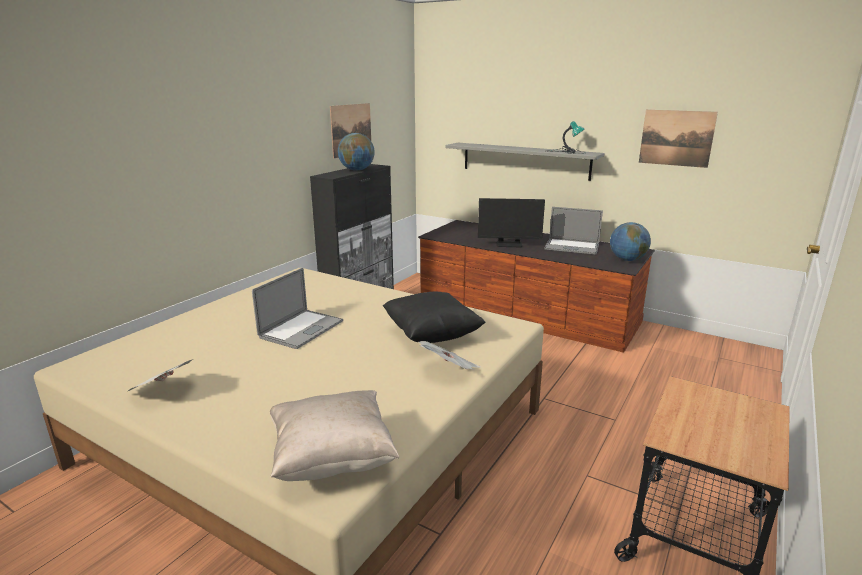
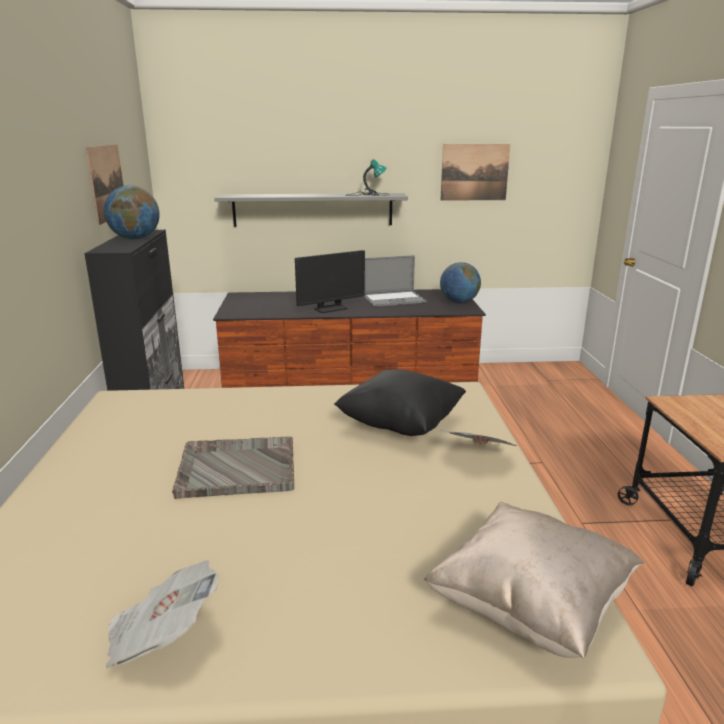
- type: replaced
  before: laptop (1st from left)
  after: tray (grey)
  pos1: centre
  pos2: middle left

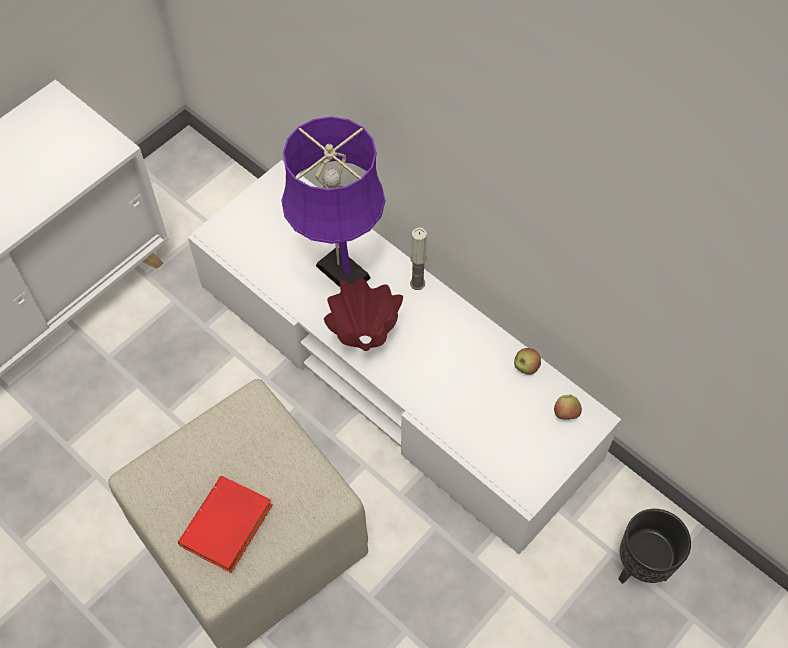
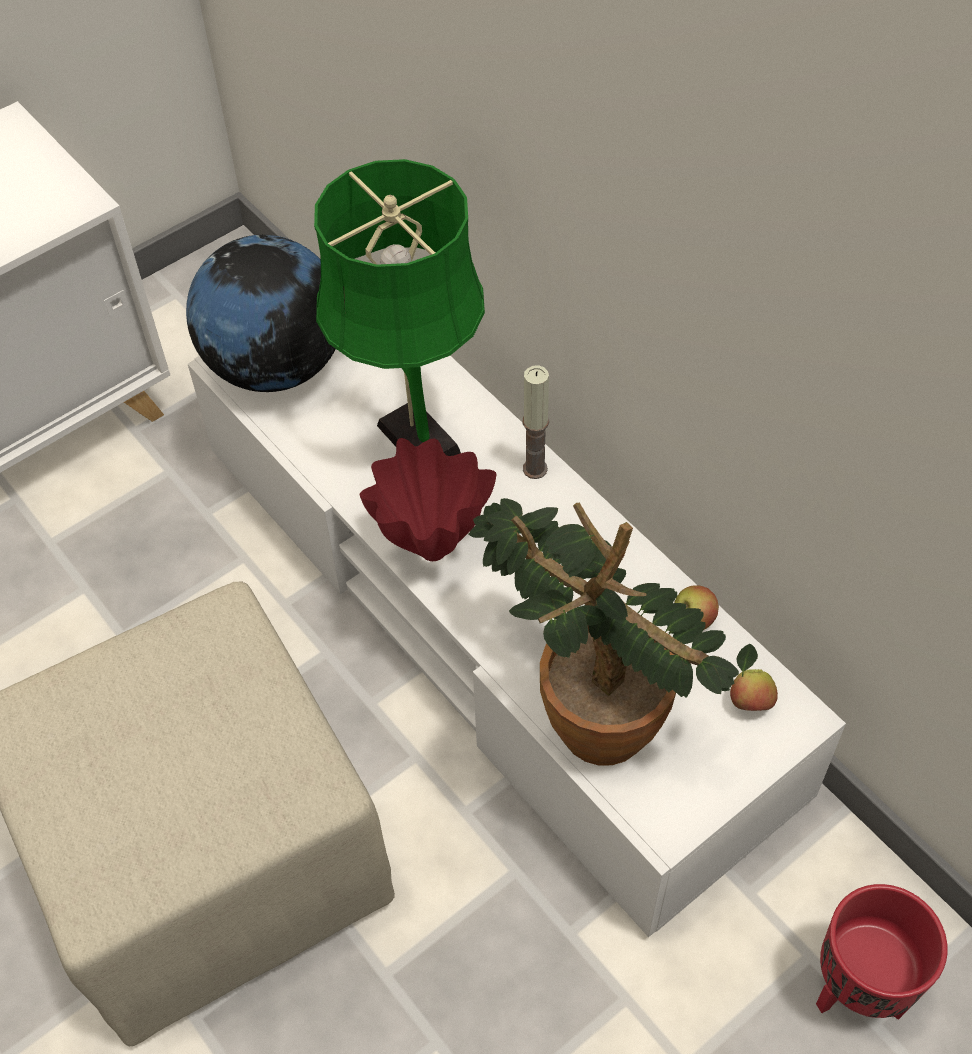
- type: removed
  before: book (red)
  pos1: bottom left
- type: added
  after: globe
  pos2: top left
- type: added
  after: potted plant
  pos2: centre
- type: recoloured
  before: table lamp (purple)
  after: table lamp (green)
  pos1: top centre
  pos2: top centre
- type: recoloured
  before: planter (black)
  after: planter (red)
  pos1: bottom right
  pos2: bottom right

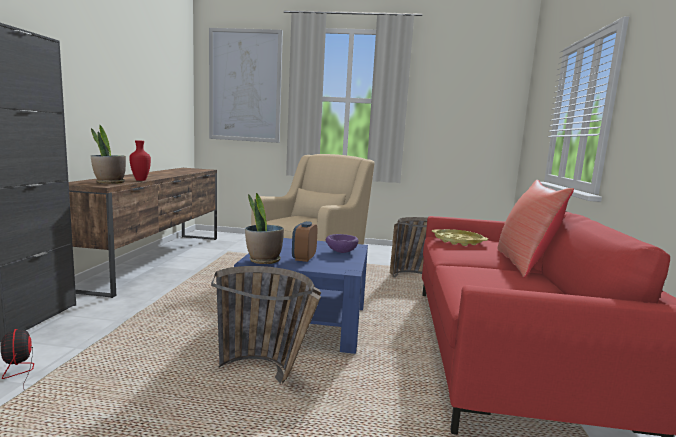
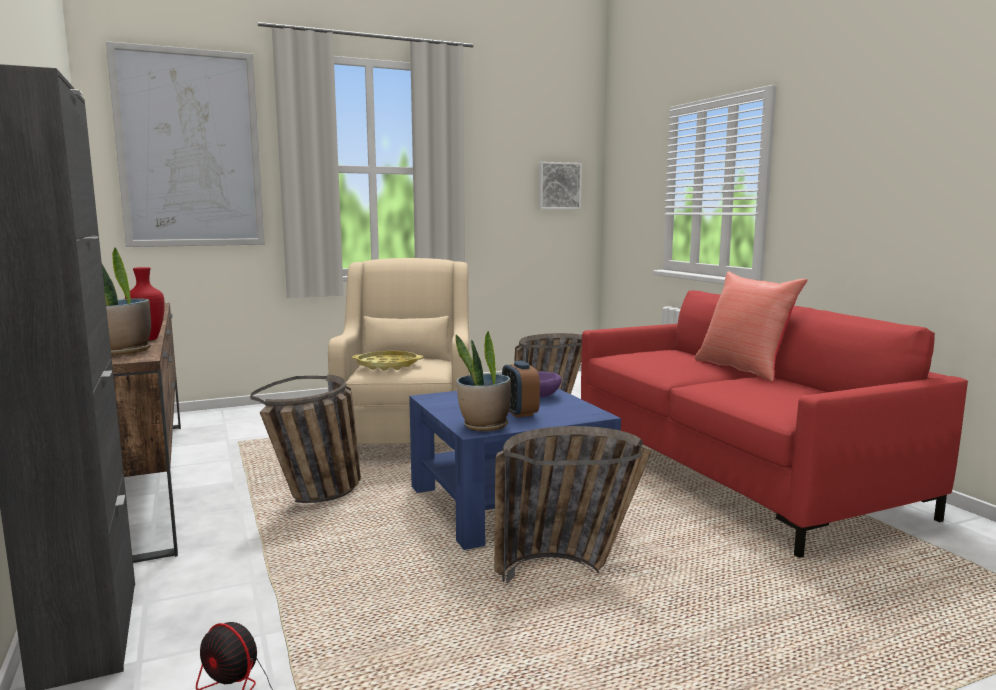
- type: added
  after: basket (1st from left)
  pos2: middle left
- type: added
  after: picture (2nd from left)
  pos2: top centre
- type: moved
  before: tray (yellow)
  pos1: middle right
  pos2: centre

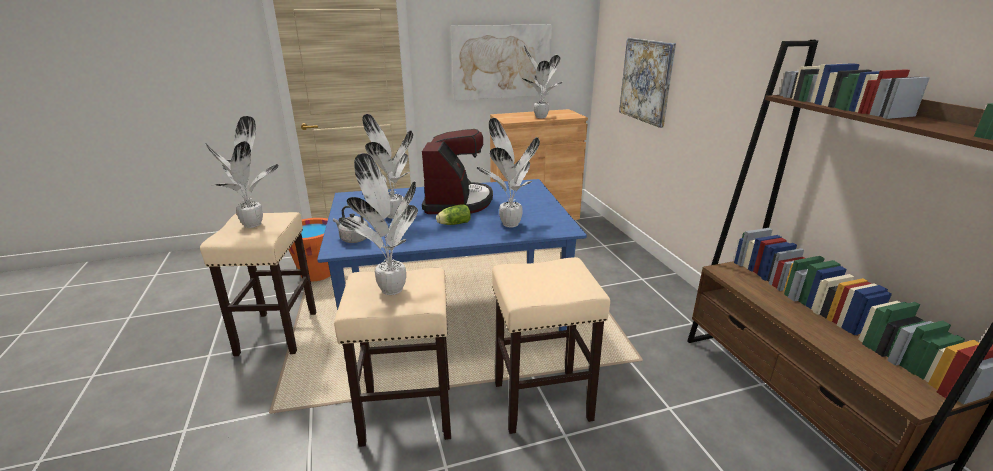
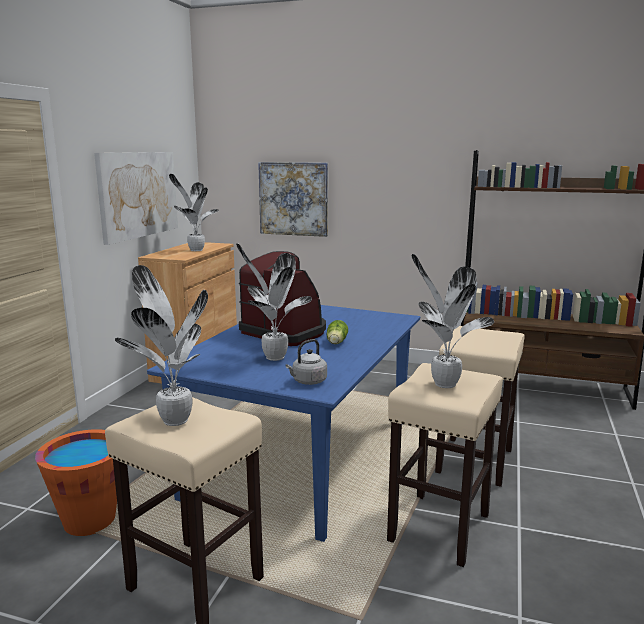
- type: removed
  before: potted plant (4th from left)
  pos1: centre

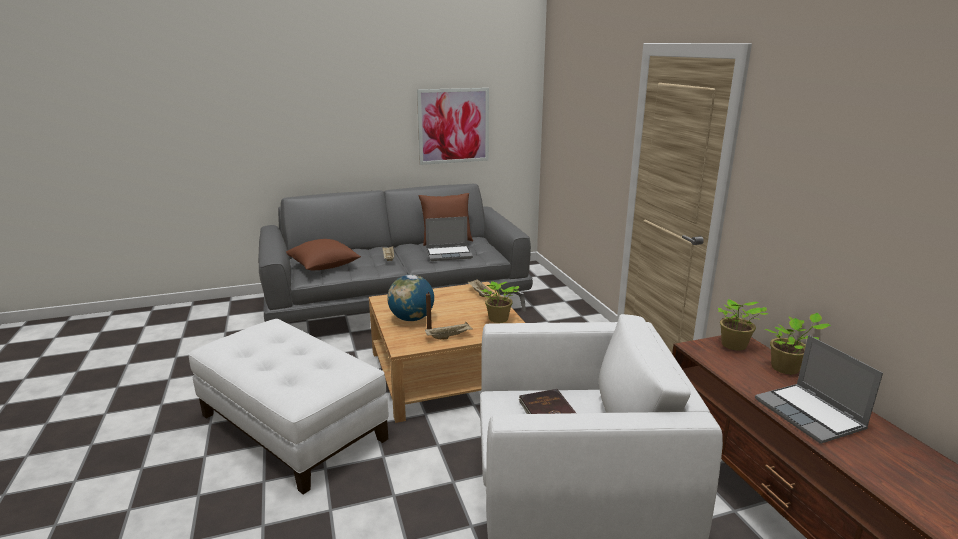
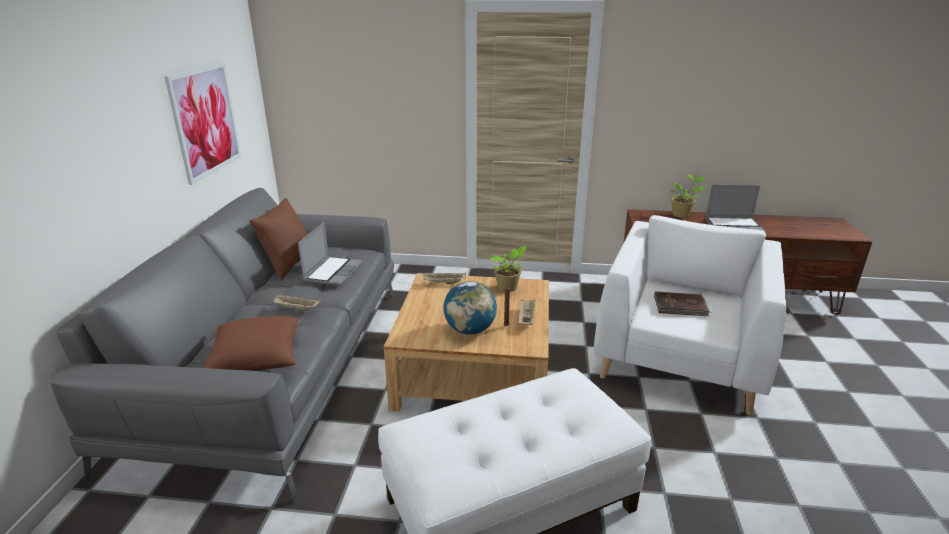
- type: removed
  before: potted plant (2nd from left)
  pos1: middle right

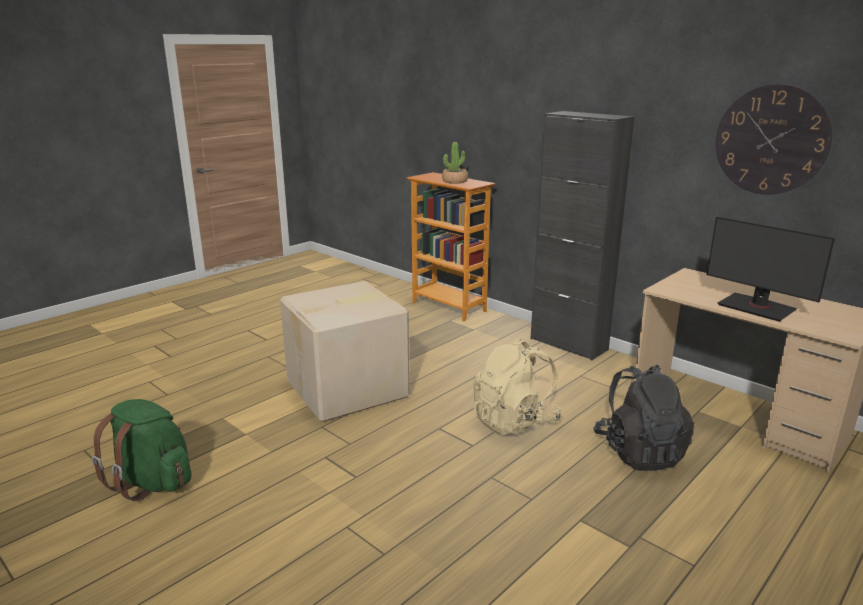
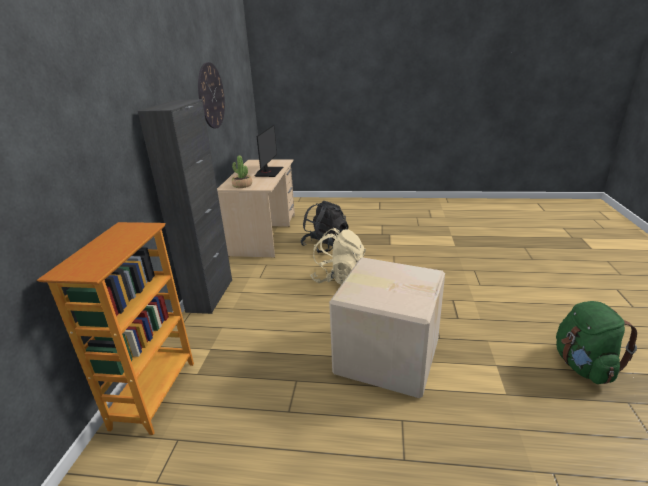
- type: moved
  before: potted plant
  pos1: top centre
  pos2: centre

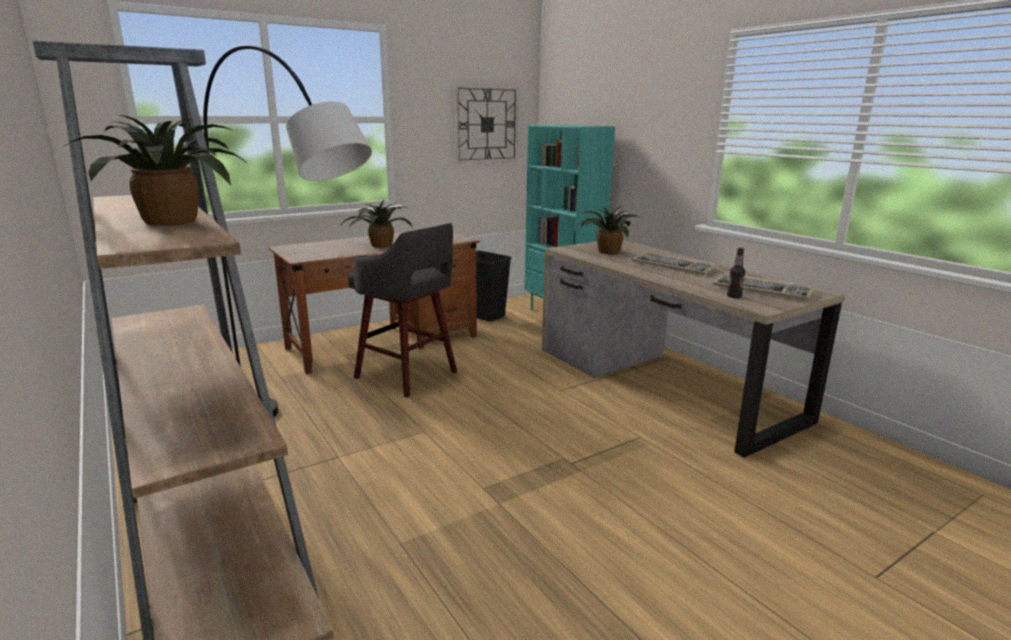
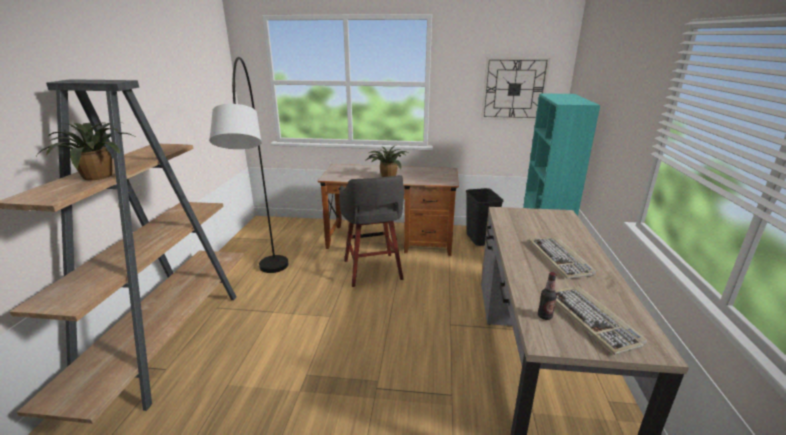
- type: removed
  before: potted plant (3rd from left)
  pos1: centre

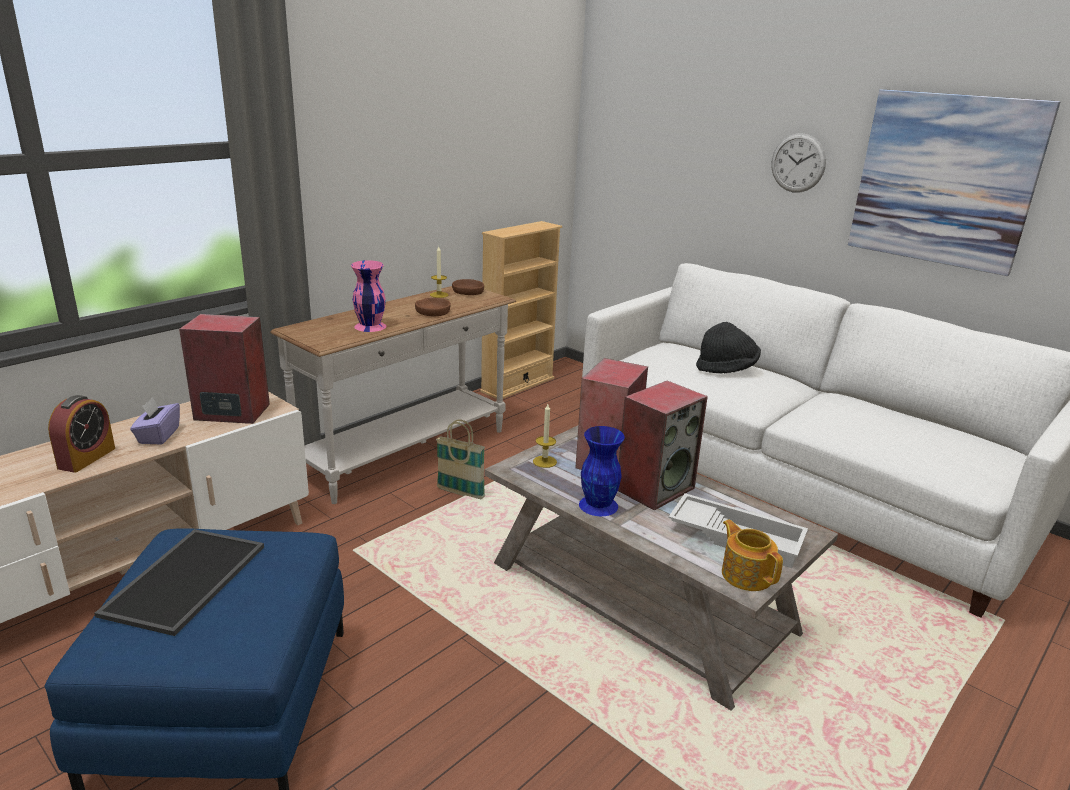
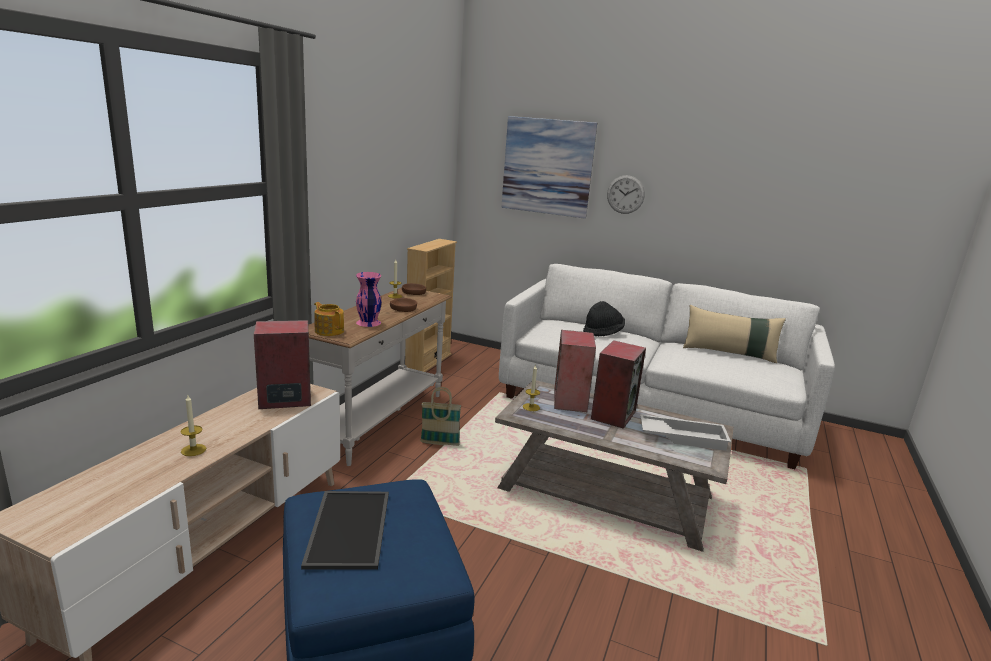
- type: removed
  before: tissue box (purple)
  pos1: middle left
- type: removed
  before: vase (blue)
  pos1: centre
- type: added
  after: pillow (beige)
  pos2: middle right
- type: moved
  before: teapot
  pos1: bottom right
  pos2: middle left
- type: moved
  before: picture
  pos1: top right
  pos2: top centre
- type: replaced
  before: alarm clock
  after: candle (1st from left)
  pos1: middle left
  pos2: middle left

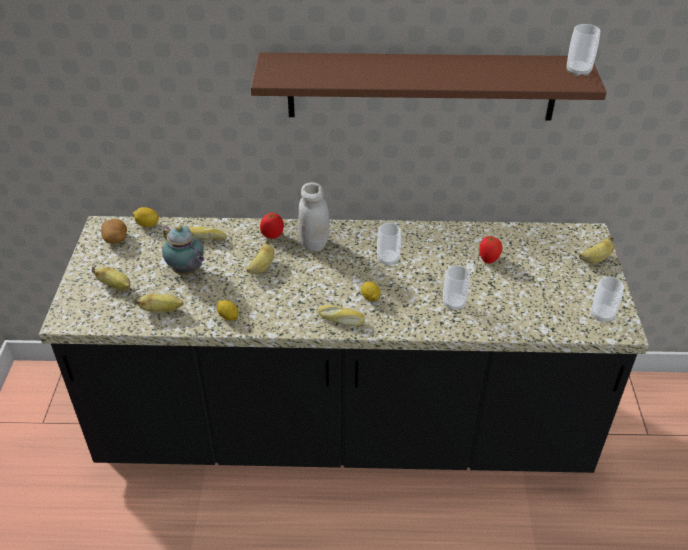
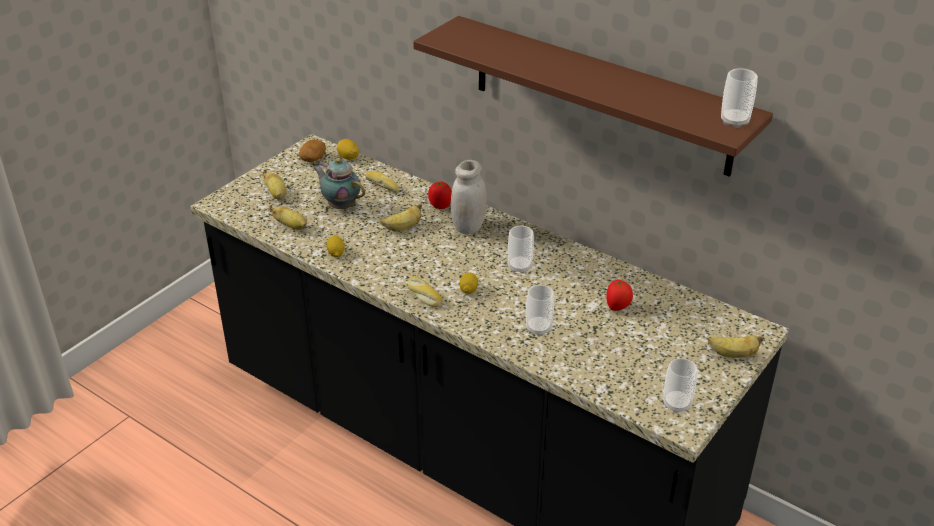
- type: turned
  before: teapot
  pos1: middle left
  pos2: centre
  turn: 135

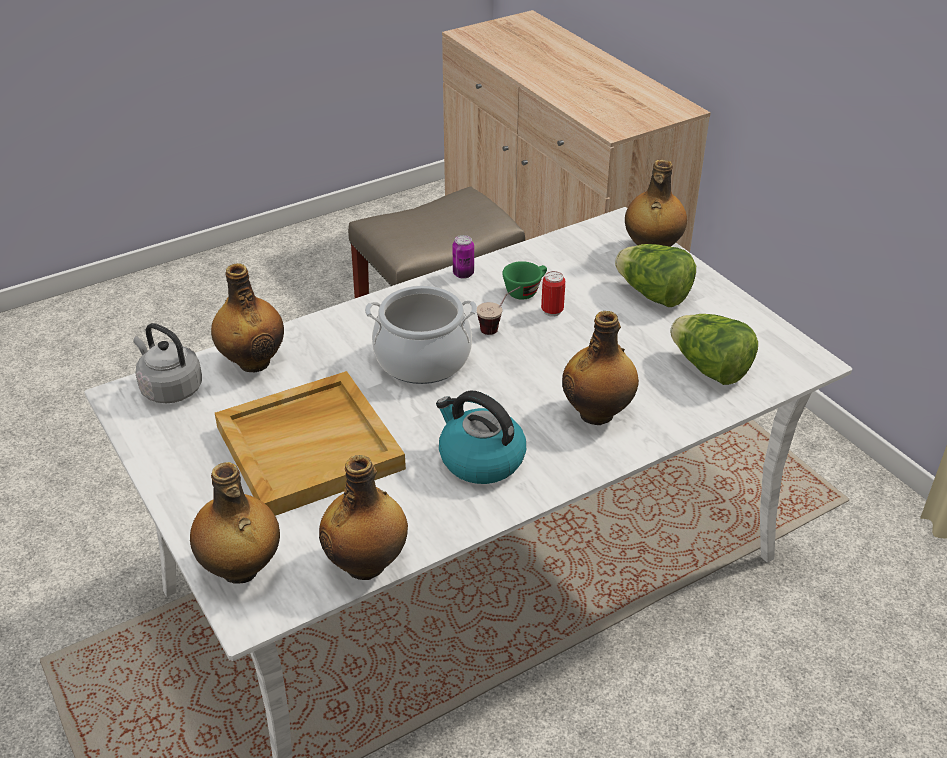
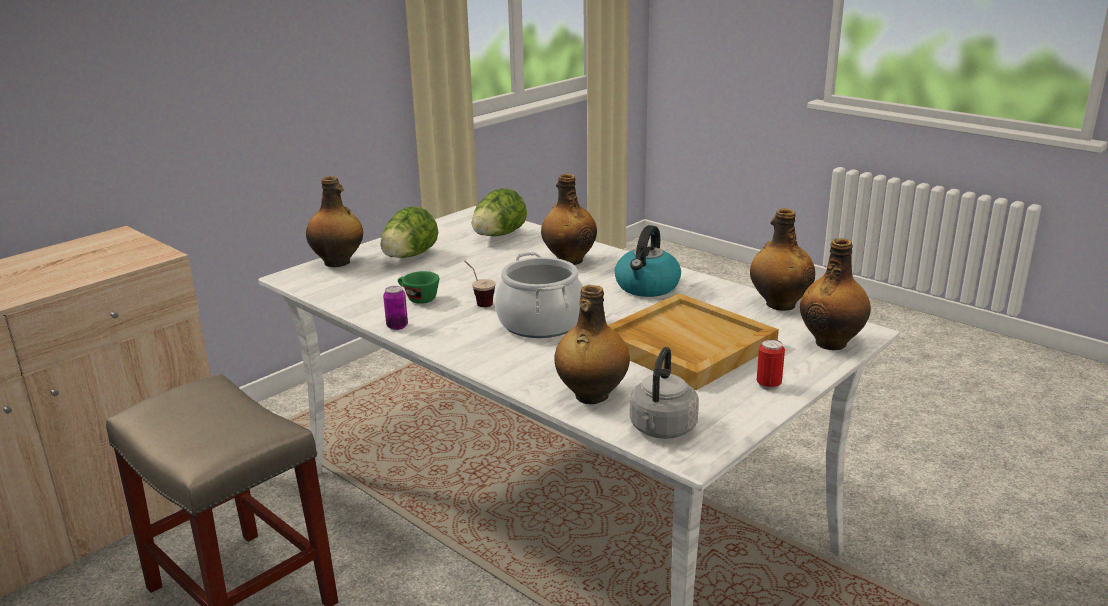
- type: moved
  before: can (2nd from left)
  pos1: centre
  pos2: middle right

